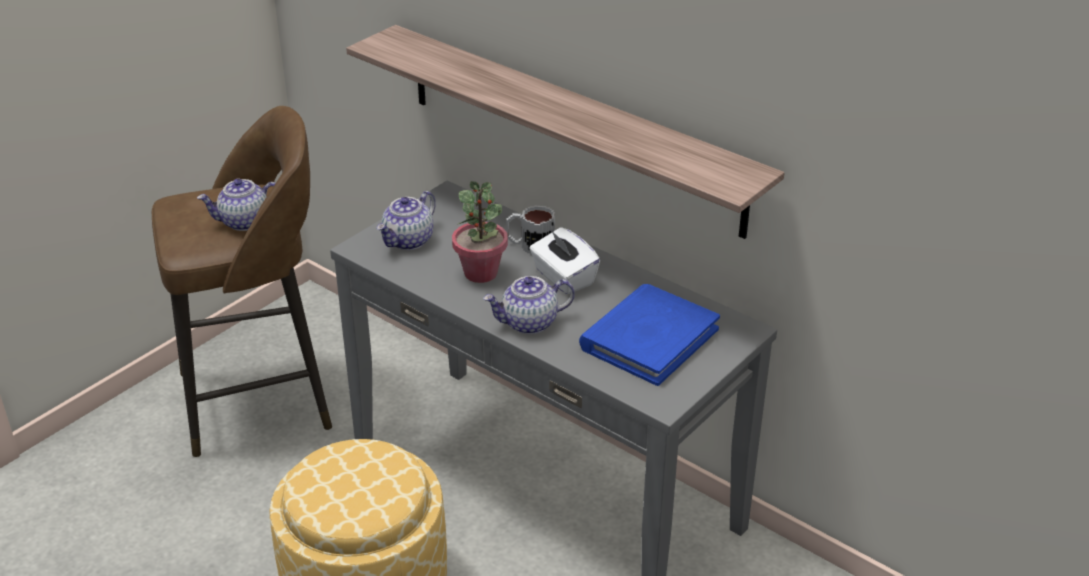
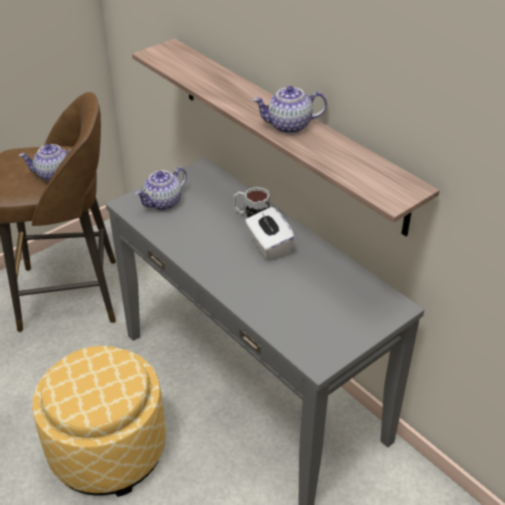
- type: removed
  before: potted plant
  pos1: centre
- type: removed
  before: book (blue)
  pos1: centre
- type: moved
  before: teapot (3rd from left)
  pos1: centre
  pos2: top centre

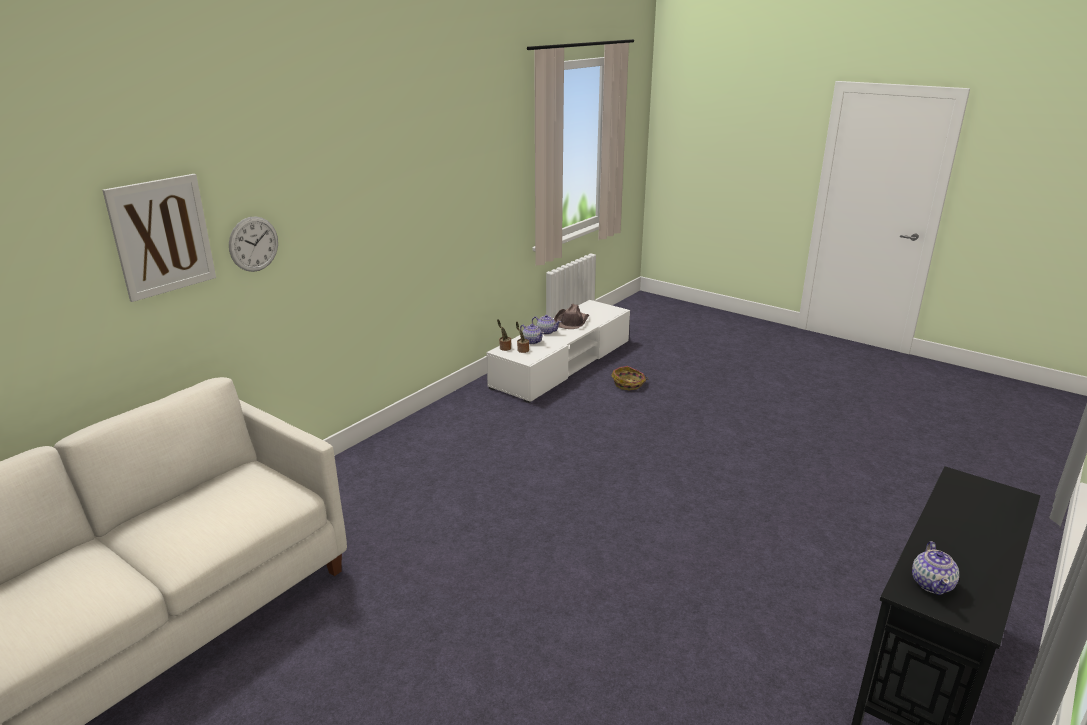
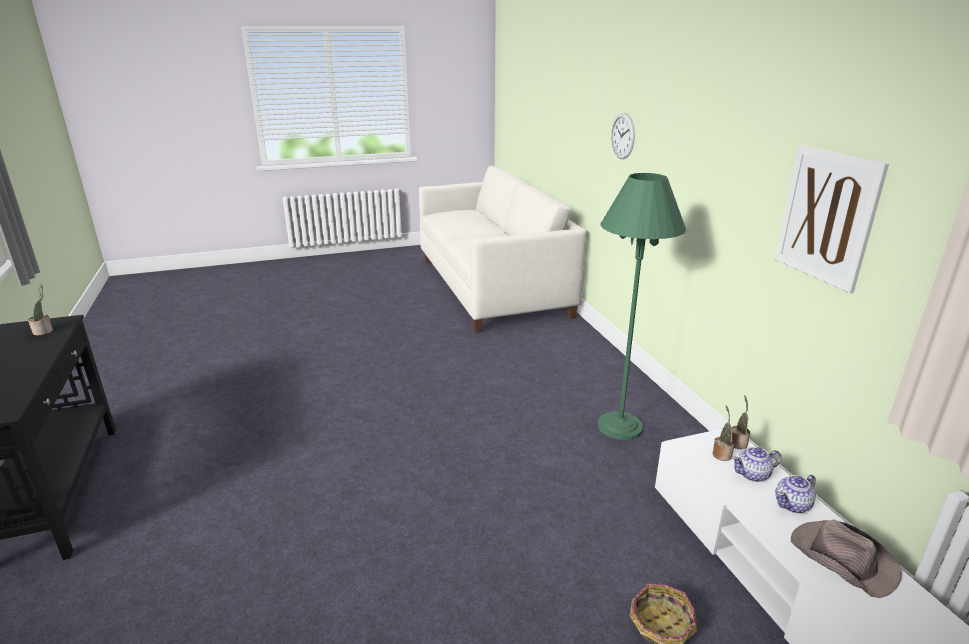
- type: added
  after: floor lamp (green)
  pos2: centre
- type: moved
  before: picture
  pos1: top left
  pos2: middle right
- type: replaced
  before: teapot (3rd from left)
  after: potted plant (1st from left)
  pos1: bottom right
  pos2: middle left

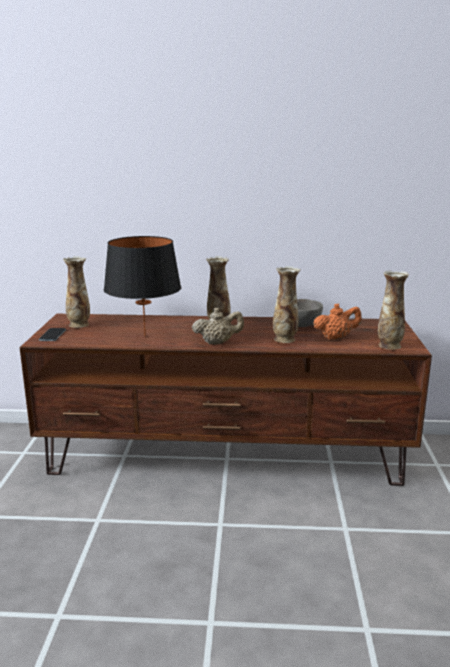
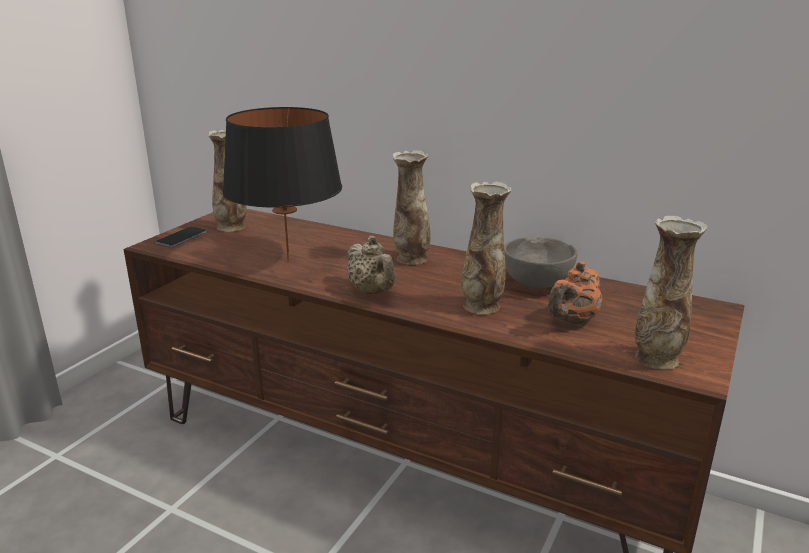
- type: turned
  before: teapot (beige)
  pos1: centre
  pos2: centre
  turn: 45
- type: turned
  before: teapot (orange)
  pos1: middle right
  pos2: middle right
  turn: 120

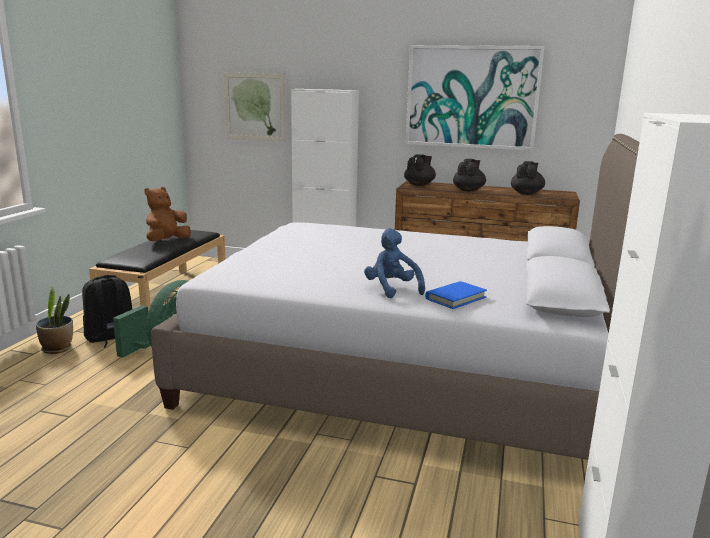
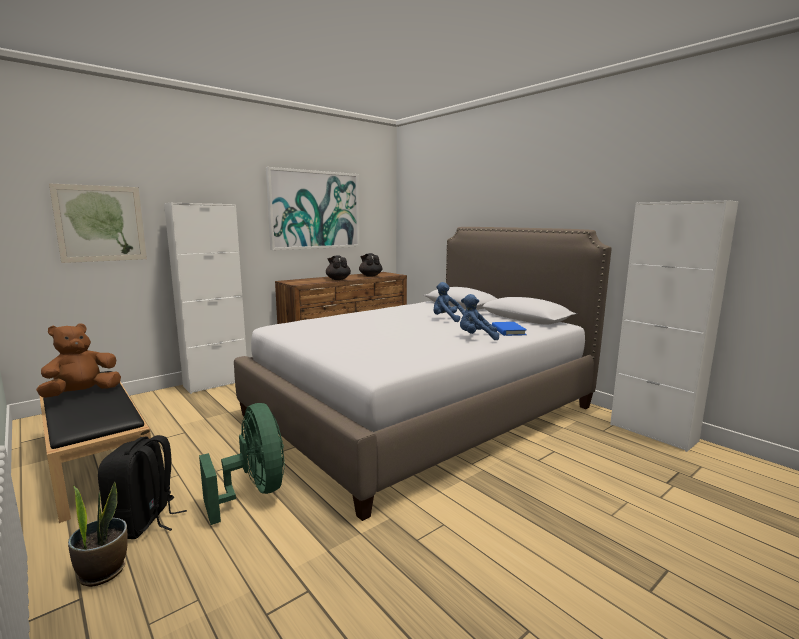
- type: removed
  before: teapot (black) (1st from left)
  pos1: top centre
- type: added
  after: plush toy (blue) (1st from left)
  pos2: centre
- type: turned
  before: plush toy (brown)
  pos1: middle left
  pos2: middle left
  turn: 60

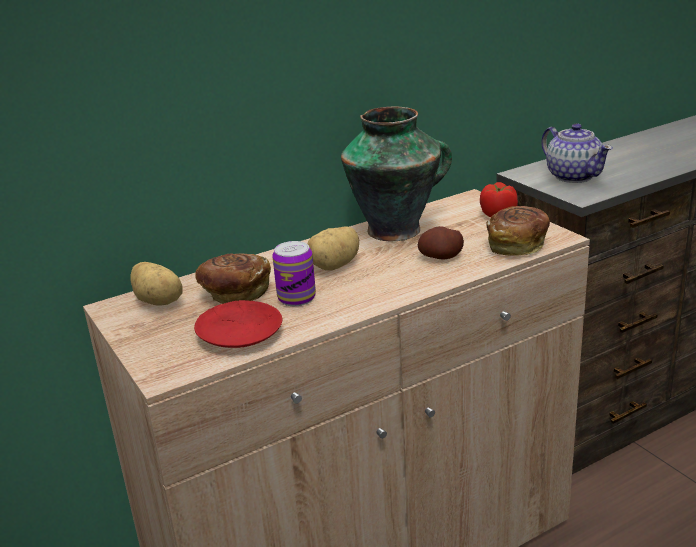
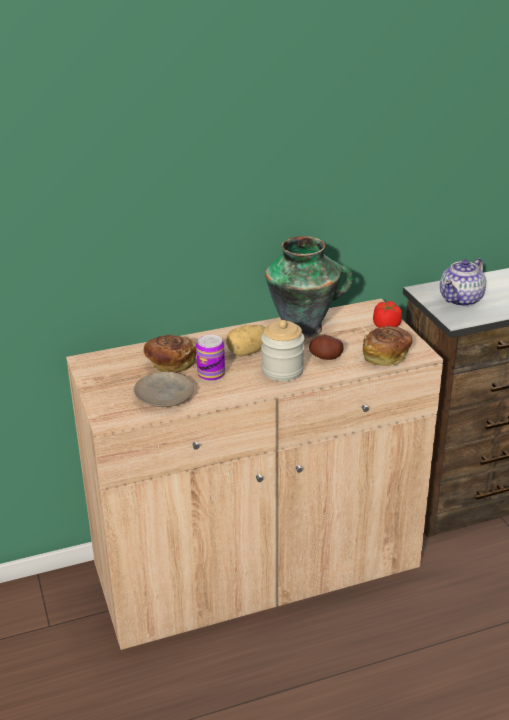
- type: removed
  before: potato (1st from left)
  pos1: middle left
- type: added
  after: jar
  pos2: centre
- type: recoloured
  before: plate (red)
  after: plate (beige)
  pos1: centre
  pos2: middle left
- type: turned
  before: teapot
  pos1: top right
  pos2: middle right
  turn: 60

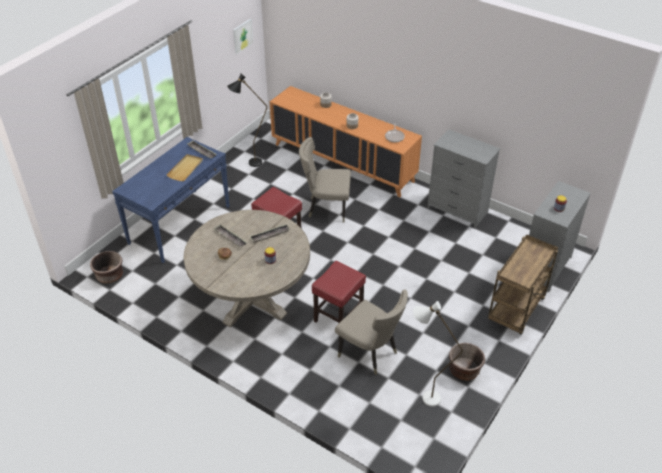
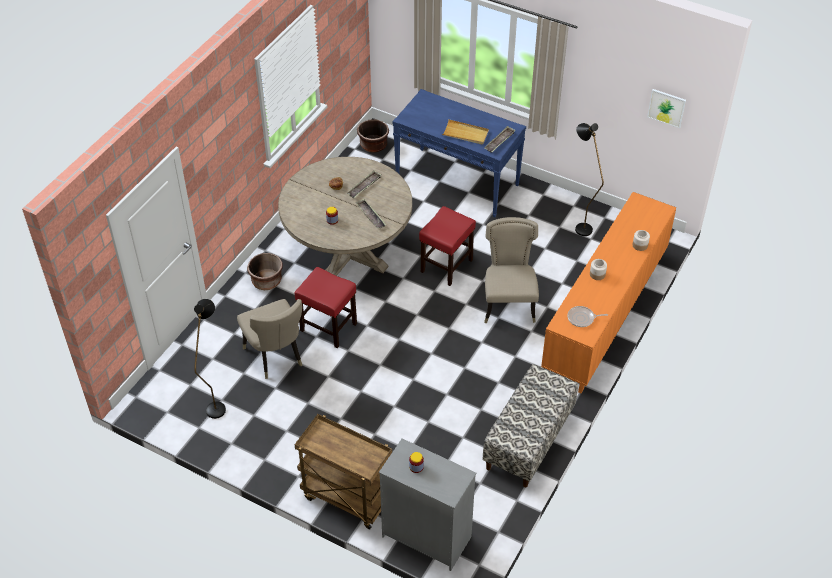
- type: moved
  before: planter (brown) (2nd from left in the first image)
  after: planter (brown) (1st from left)
  pos1: bottom right
  pos2: middle left
- type: replaced
  before: dresser (grey) (1st from left)
  after: bench
  pos1: middle right
  pos2: bottom centre
- type: recoloured
  before: floor lamp (white)
  after: floor lamp (black) (1st from left)
  pos1: bottom centre
  pos2: middle left
- type: turned
  before: chair (beige) (2nd from left in the first image)
  pos1: bottom centre
  pos2: middle left
  turn: -60

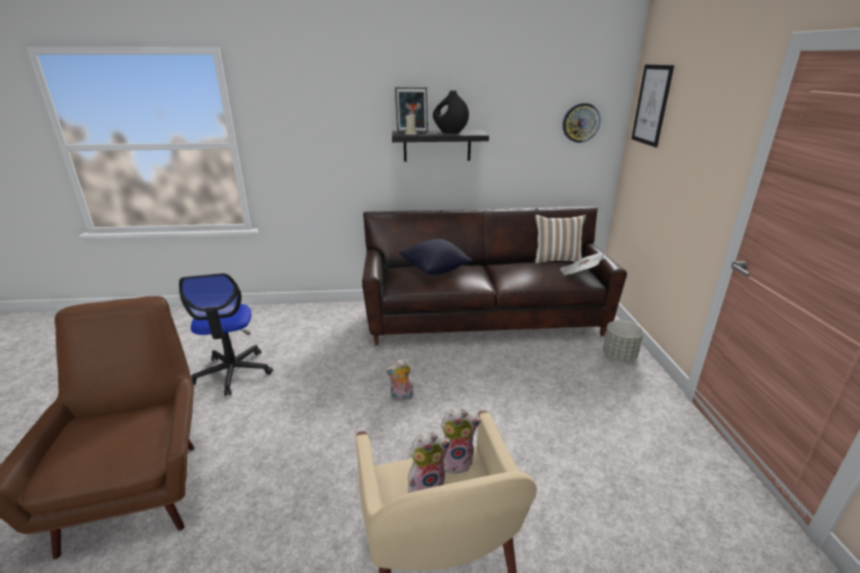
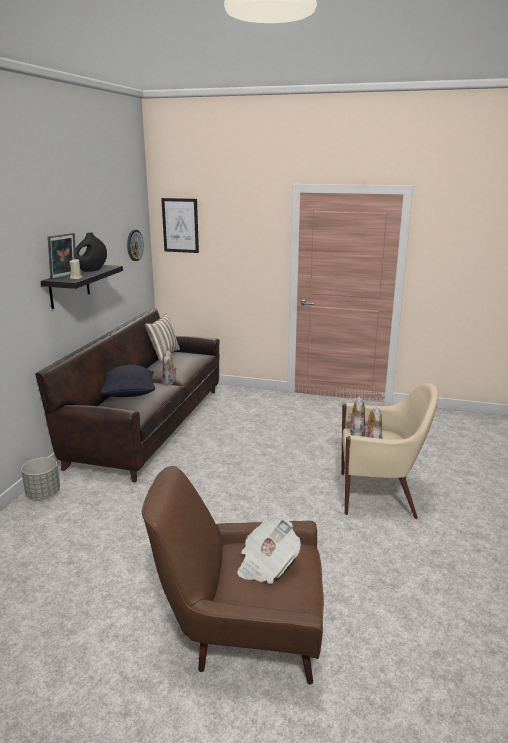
- type: removed
  before: office chair
  pos1: middle left
- type: moved
  before: plush toy (1st from left)
  pos1: centre
  pos2: middle left
- type: moved
  before: newspaper
  pos1: middle right
  pos2: bottom centre
- type: moved
  before: planter (grey)
  pos1: middle right
  pos2: middle left

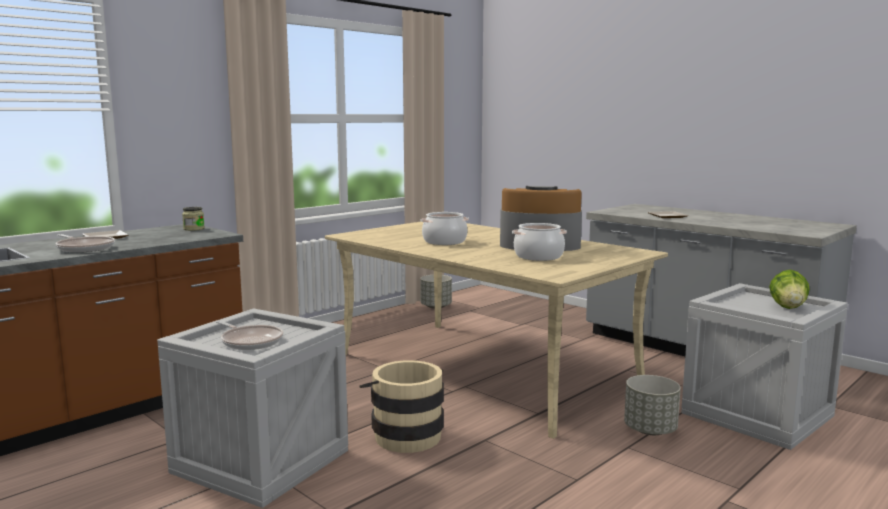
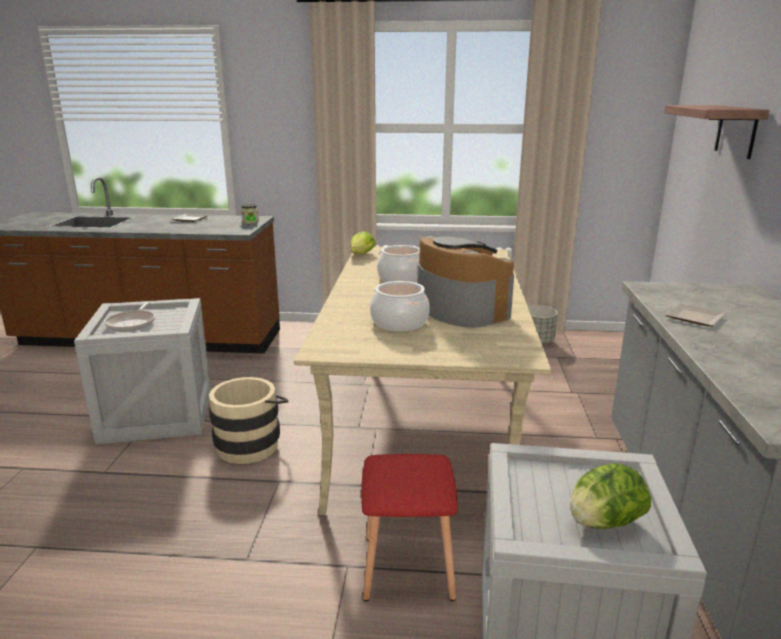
- type: removed
  before: frying pan (1st from left)
  pos1: middle left
- type: added
  after: lettuce (1st from left)
  pos2: centre
- type: added
  after: shelf
  pos2: top right
- type: replaced
  before: planter (grey) (2nd from left)
  after: stool (red)
  pos1: bottom right
  pos2: bottom centre

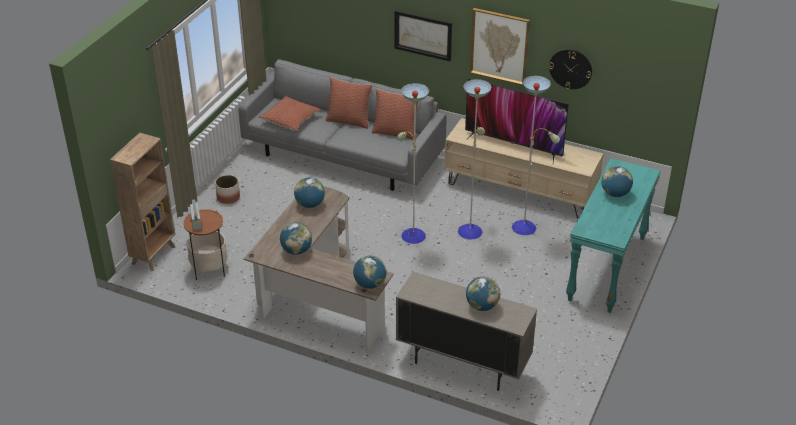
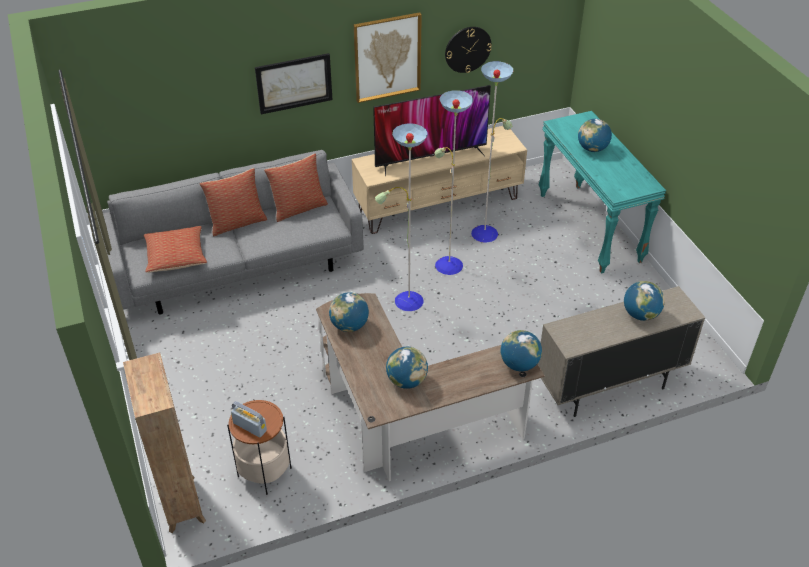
- type: removed
  before: planter
  pos1: middle left

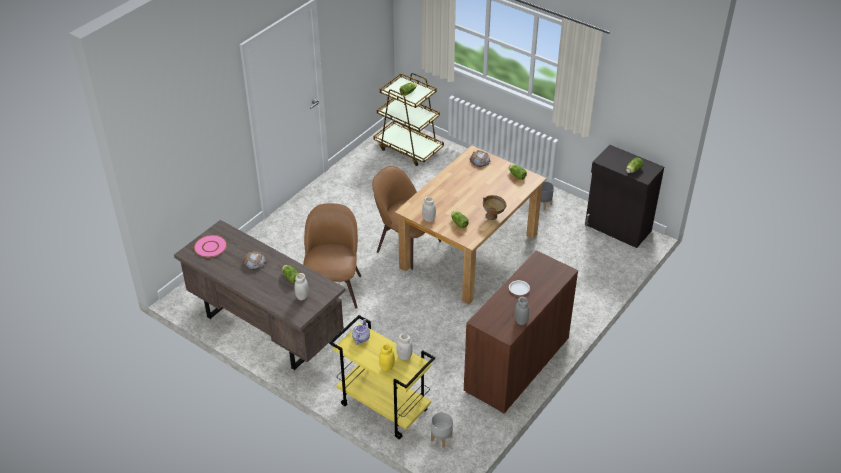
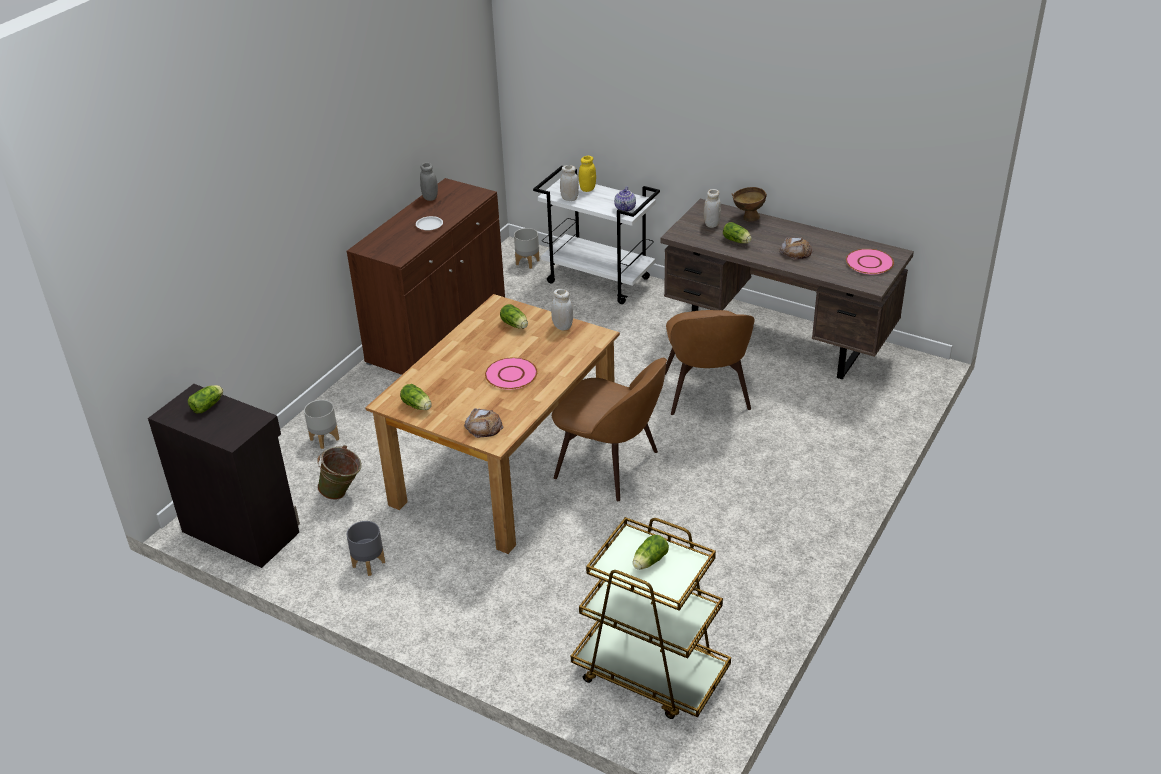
- type: added
  after: planter (grey) (1st from left)
  pos2: middle left
- type: added
  after: bucket (green)
  pos2: middle left
- type: added
  after: plate (pink) (1st from left)
  pos2: centre
- type: moved
  before: bowl (brown)
  pos1: centre
  pos2: top centre
- type: recoloured
  before: cart (yellow)
  after: cart (white)
  pos1: bottom centre
  pos2: top centre

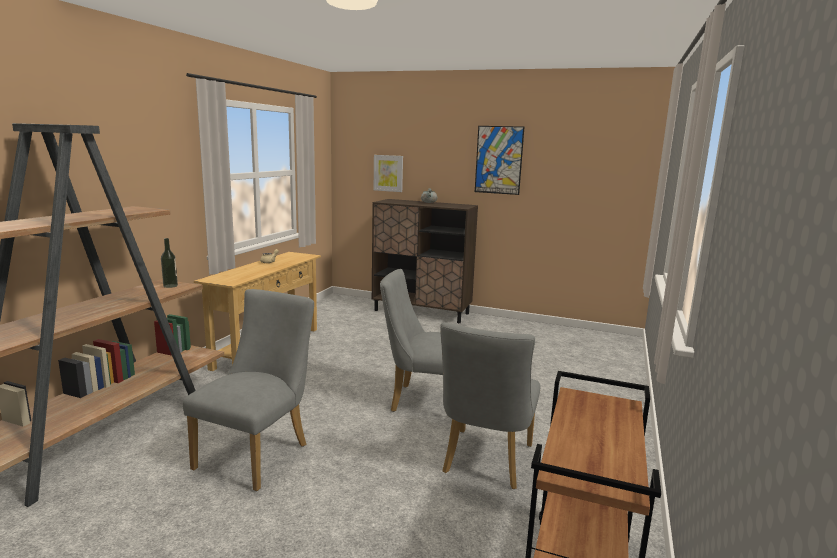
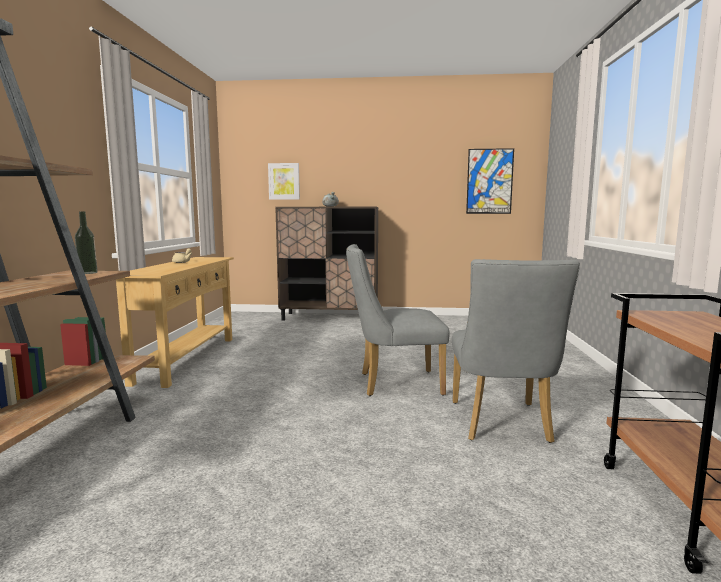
- type: removed
  before: chair (grey) (1st from left)
  pos1: bottom left
- type: moved
  before: picture (2nd from left)
  pos1: top centre
  pos2: top right

